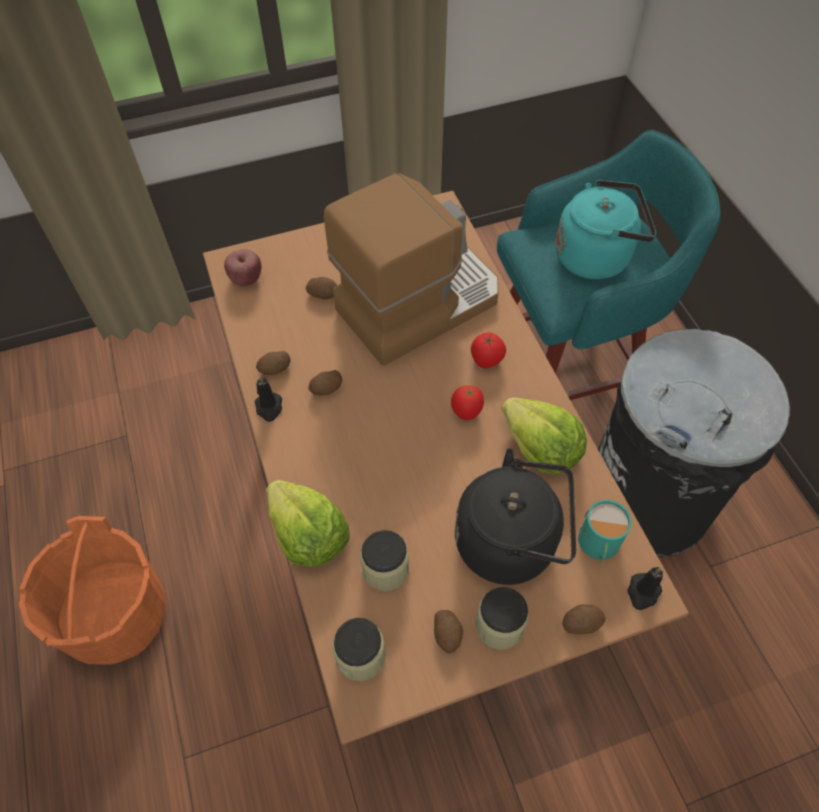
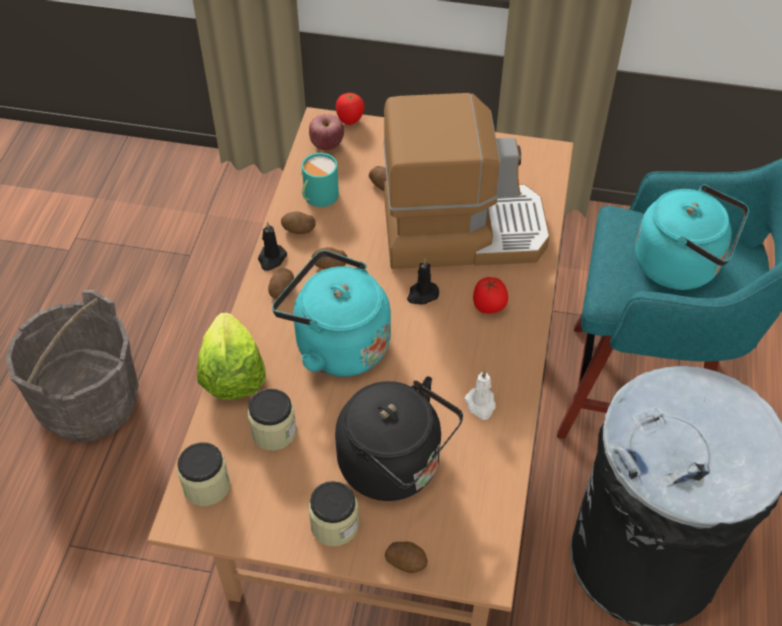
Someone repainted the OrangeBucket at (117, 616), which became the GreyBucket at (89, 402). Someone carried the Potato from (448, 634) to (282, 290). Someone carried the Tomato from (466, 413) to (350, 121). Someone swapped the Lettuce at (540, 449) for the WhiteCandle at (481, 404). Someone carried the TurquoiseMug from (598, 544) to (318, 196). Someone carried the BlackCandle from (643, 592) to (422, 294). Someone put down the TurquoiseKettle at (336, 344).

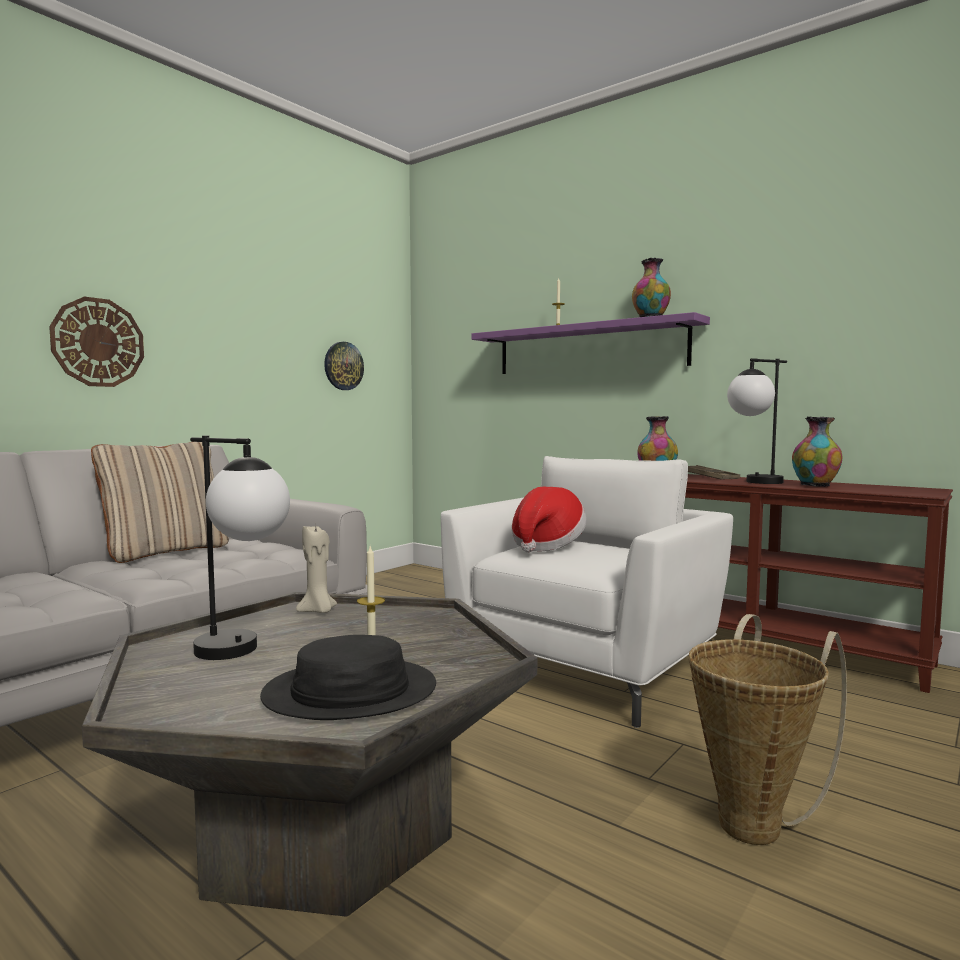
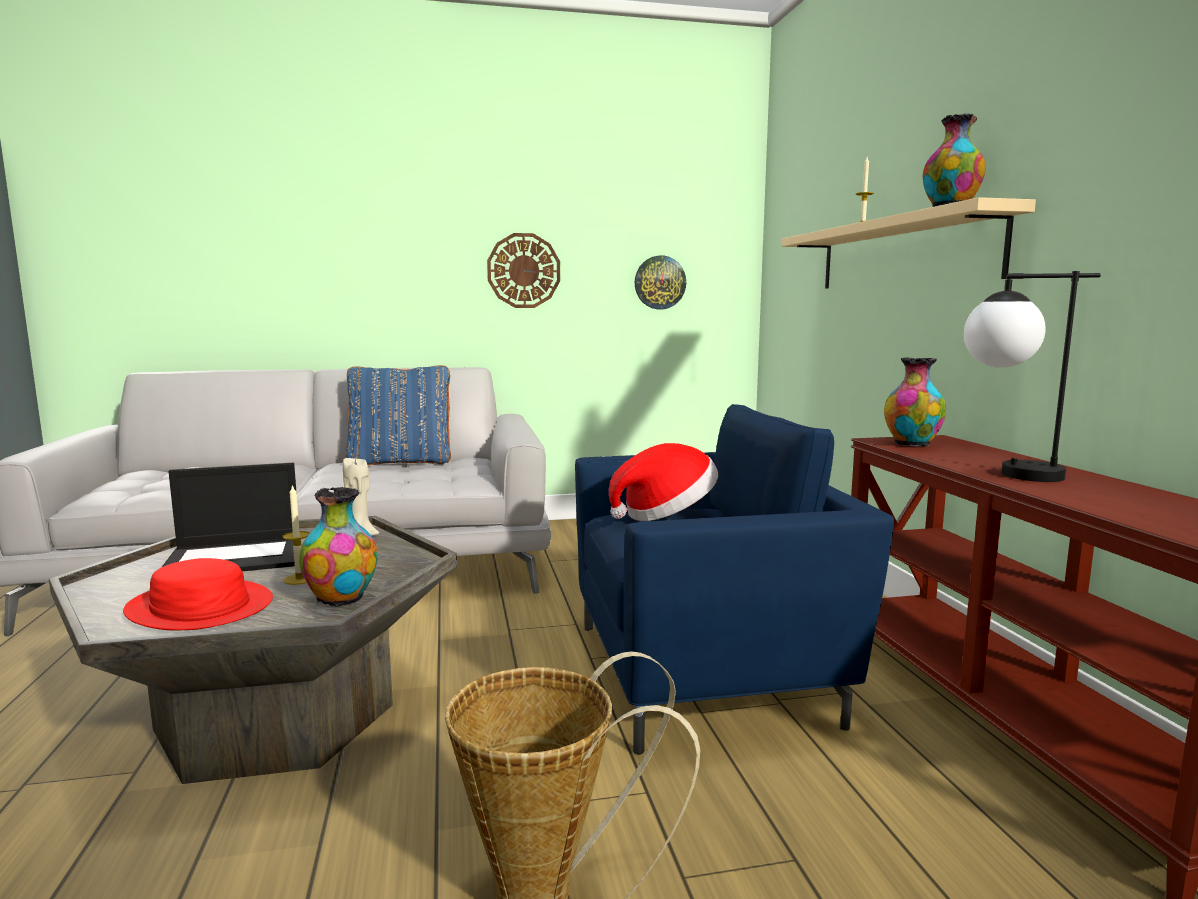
Someone carried the WallClock from (98, 342) to (523, 271). Someone repainted the BeigePillow at (165, 552), which became the BluePillow at (401, 462). Someone swapped the TableLamp at (242, 654) for the Laptop at (236, 558). Someone repainted the BlackHat at (350, 692), which became the RedHat at (199, 607). Someone repainted the WhiteArmchair at (584, 669), which became the BlueArmchair at (706, 673). Someone repainted the PurpleShelf at (588, 349), which became the BeigeShelf at (902, 254). Someone took away the BrownTray at (709, 477). Someone carried the Vase from (815, 486) to (342, 599).

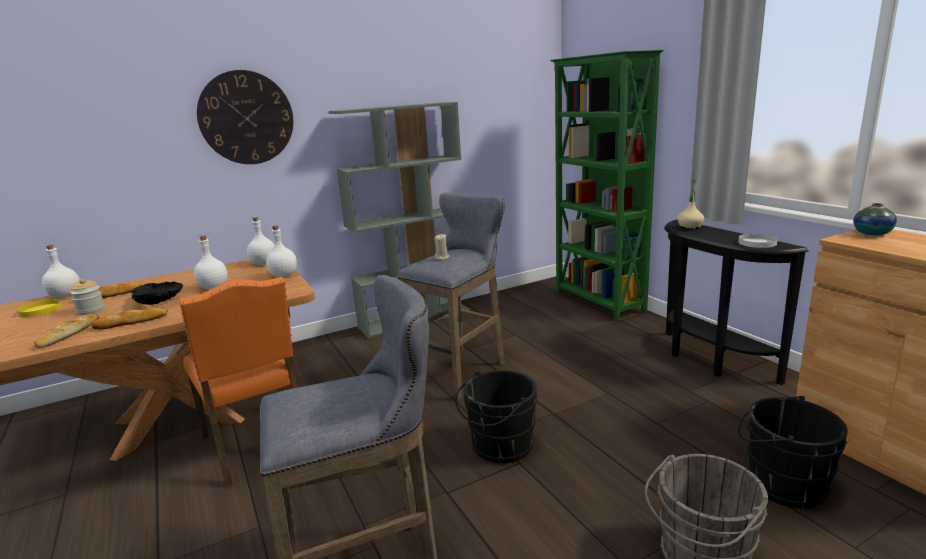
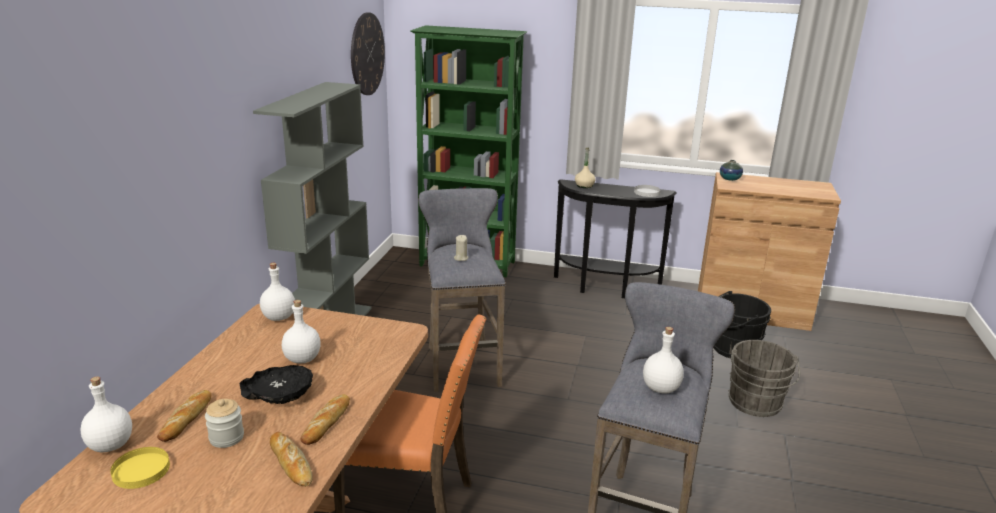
Someone carried the WallClock from (246, 118) to (367, 54). Someone carried the WhiteBottle from (283, 275) to (660, 388). Someone took away the BlackBucket at (499, 446).

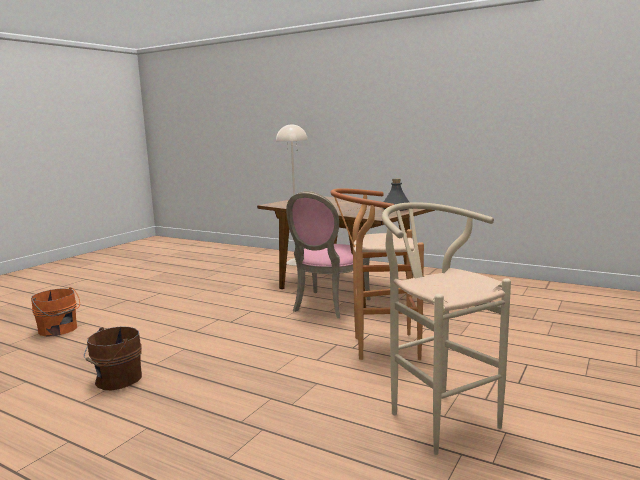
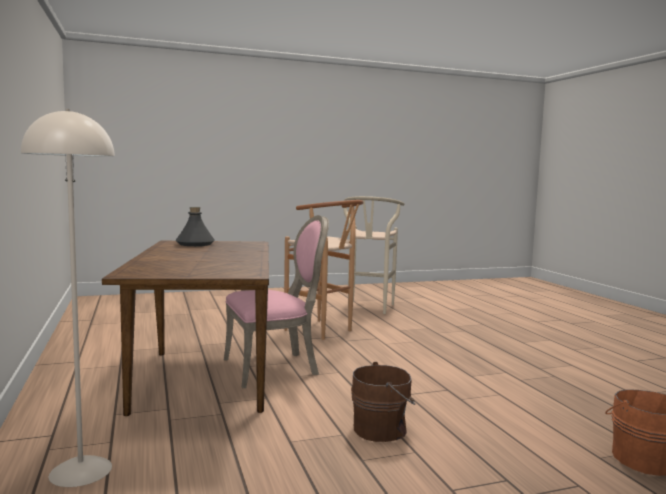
Someone carried the BrownBucket from (116, 380) to (382, 429).

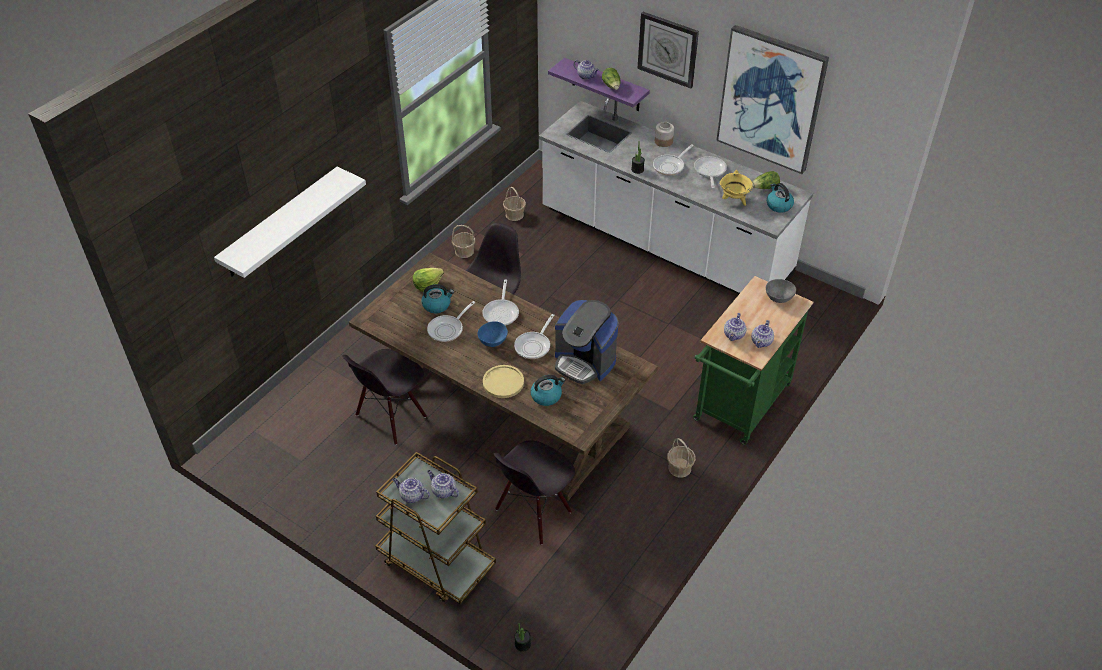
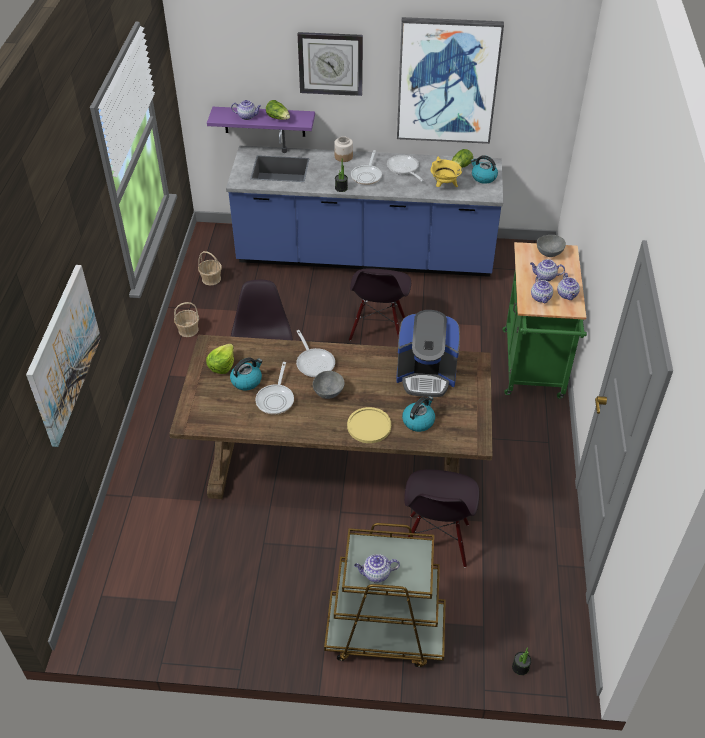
Someone swapped the WhiteShelf at (281, 222) for the Picture at (63, 354). Someone carried the BlackChair from (391, 417) to (378, 330). Someone carried the Teapot from (443, 491) to (545, 277). Someone repainted the BlueBowl at (493, 341), which became the GreyBowl at (329, 392). Someone took away the FryingPan at (534, 345). Someone repainted the WhiteCounter at (664, 244), which became the BlueCounter at (365, 256). Someone took away the Basket at (679, 468).

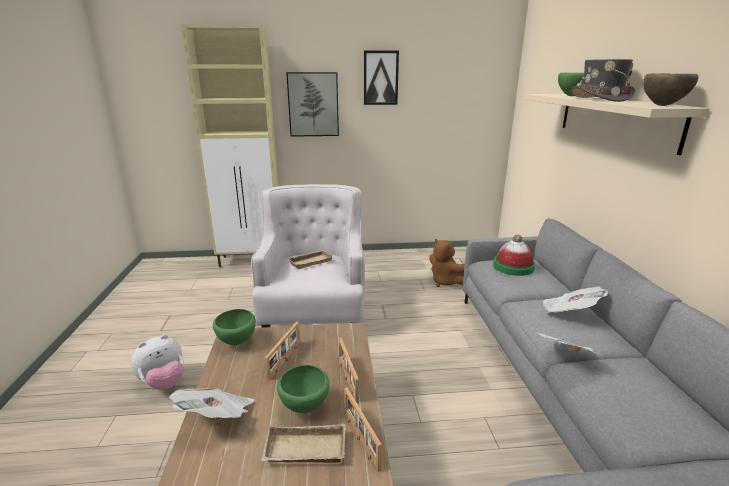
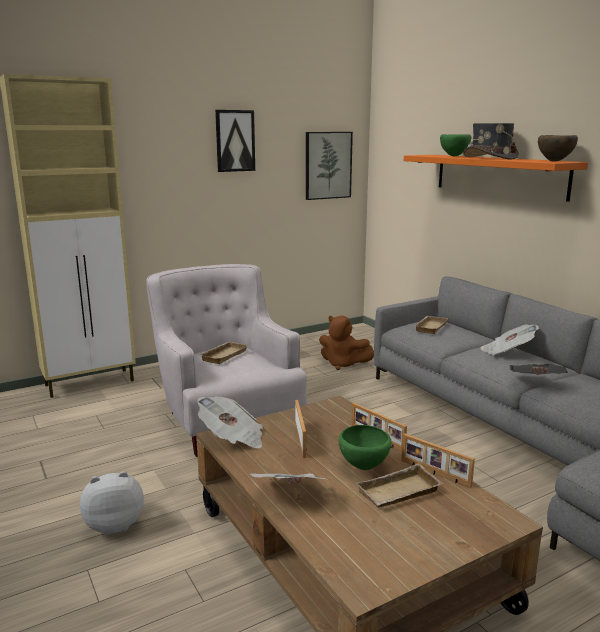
Someone rotated the PlushToy at (163, 383) by 135 degrees counterclockwise. Someone swapped the GreenBowl at (237, 342) for the Newspaper at (232, 438). Someone carried the Picture from (313, 104) to (327, 165). Someone swapped the Hat at (513, 267) for the BeigeTray at (429, 327). Someone repainted the BeigeShelf at (615, 119), which became the OrangeShelf at (498, 175).

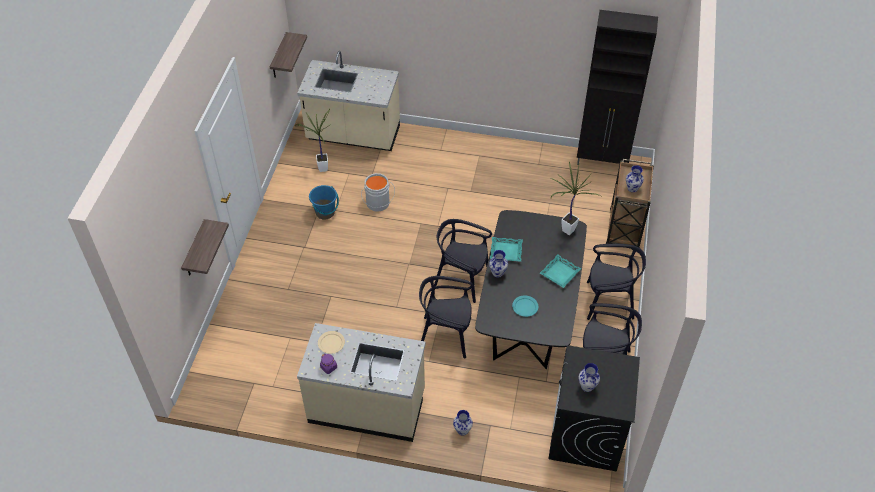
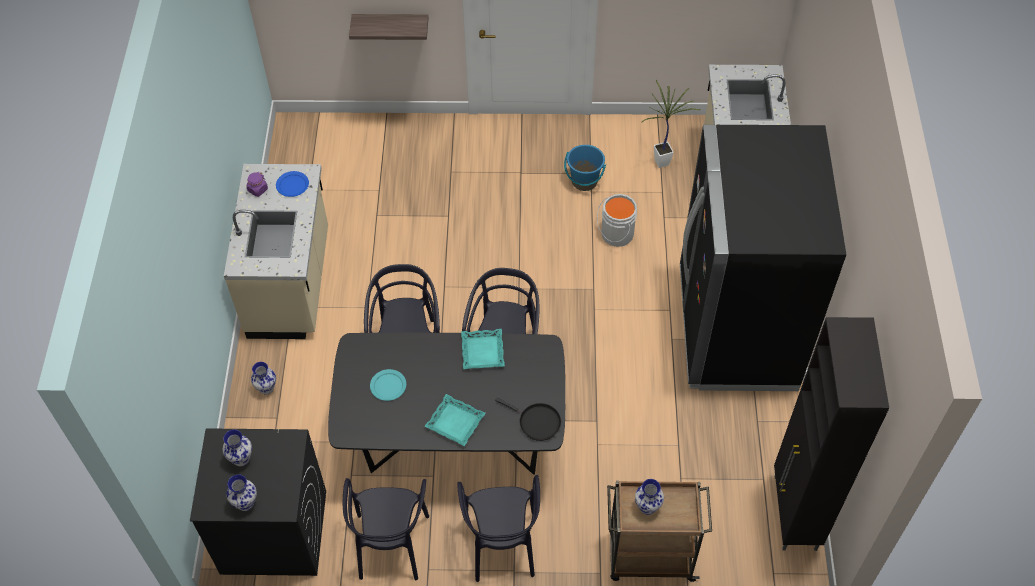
Someone took away the Shelf at (279, 57). Someone repainted the BeigePlate at (331, 343), which became the BluePlate at (292, 185). Someone carried the Vase from (497, 273) to (246, 503). Someone swapped the PottedPlant at (565, 231) for the BlackFryingPan at (537, 422). Someone put down the BlackFridge at (735, 329).

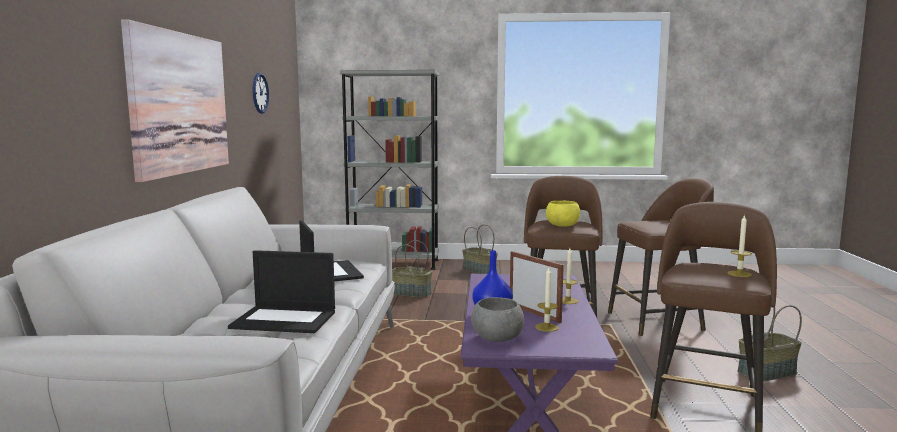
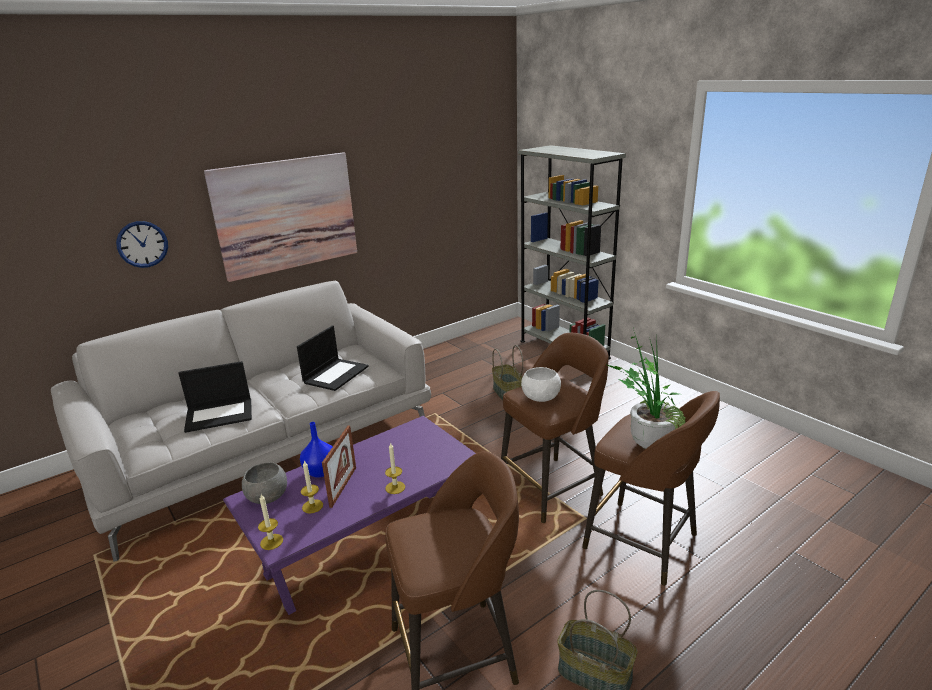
Someone rotated the Laptop at (285, 320) by 75 degrees counterclockwise. Someone carried the WallClock from (260, 93) to (142, 244). Someone took away the Basket at (480, 271). Someone repainted the YellowBowl at (562, 225), which became the WhiteBowl at (541, 397). Someone carried the Candle from (739, 274) to (271, 542). Someone put down the PottedPlant at (646, 440).

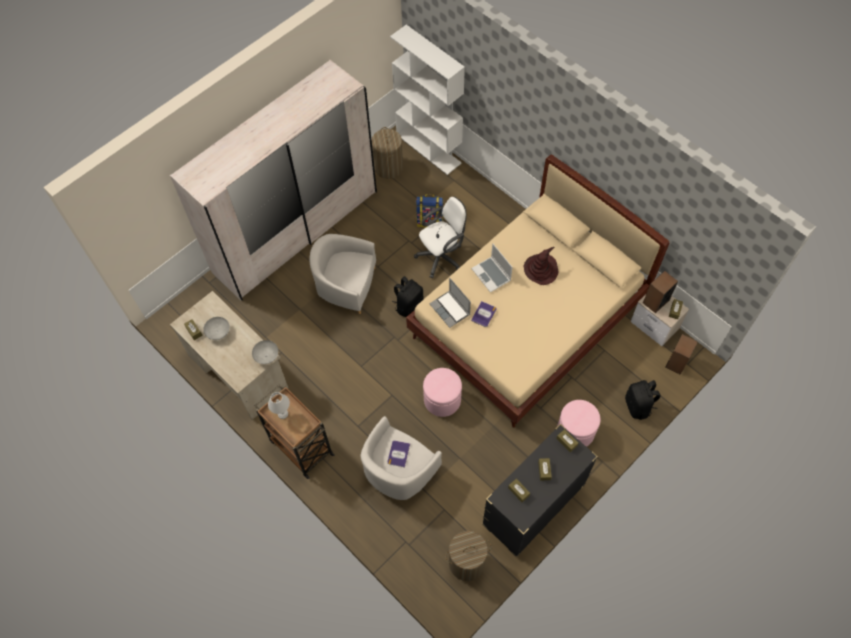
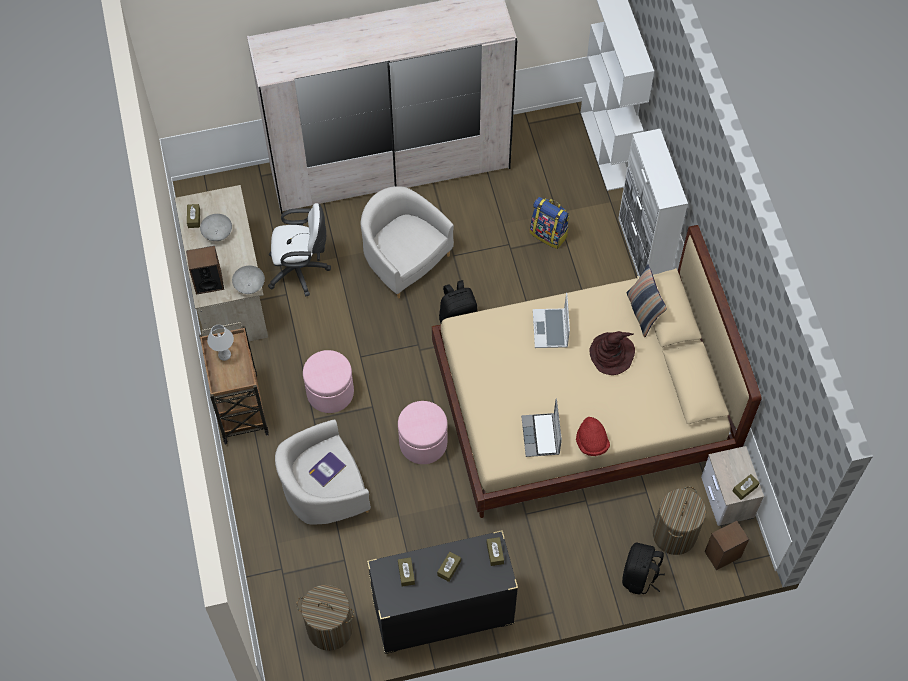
Someone carried the LaundryBasket from (388, 167) to (674, 534). Someone carried the WhiteOfficeChair from (442, 256) to (301, 270). Someone carried the Laptop from (450, 309) to (541, 436). Someone took away the Book at (484, 314). Someone carried the PinkOttoman from (575, 431) to (330, 392). Someone carried the Speaker from (655, 301) to (208, 282). Someone put down the RedHat at (591, 442). Someone put down the WhiteCabinet at (643, 251). Someone put down the Pillow at (643, 313).

